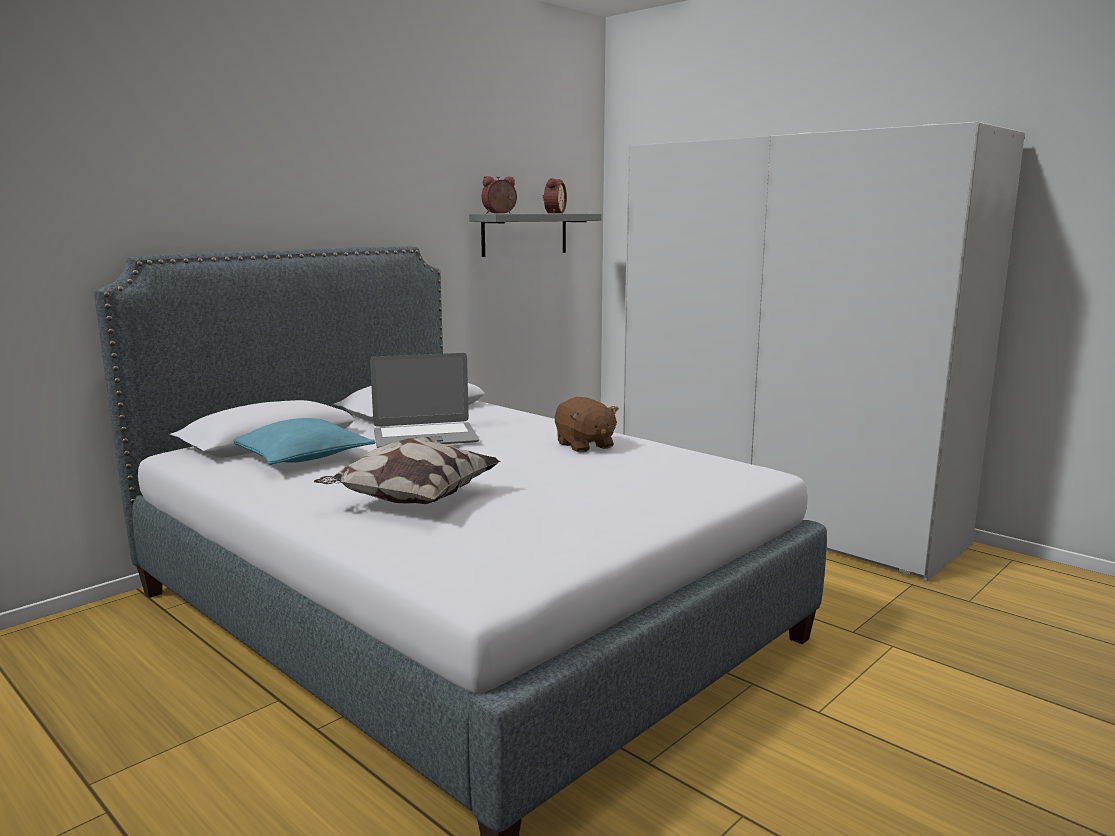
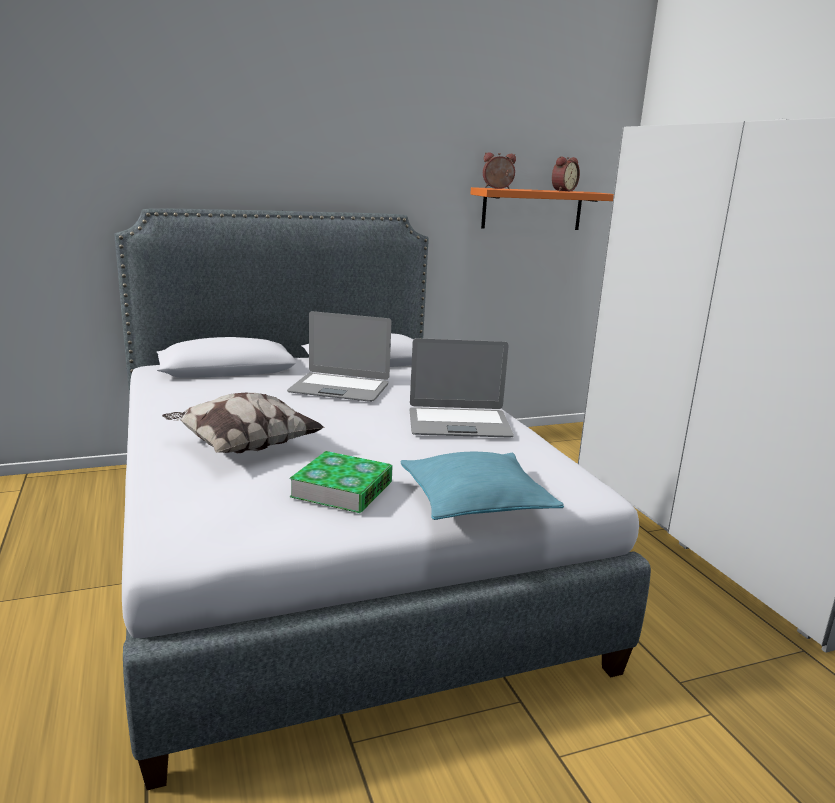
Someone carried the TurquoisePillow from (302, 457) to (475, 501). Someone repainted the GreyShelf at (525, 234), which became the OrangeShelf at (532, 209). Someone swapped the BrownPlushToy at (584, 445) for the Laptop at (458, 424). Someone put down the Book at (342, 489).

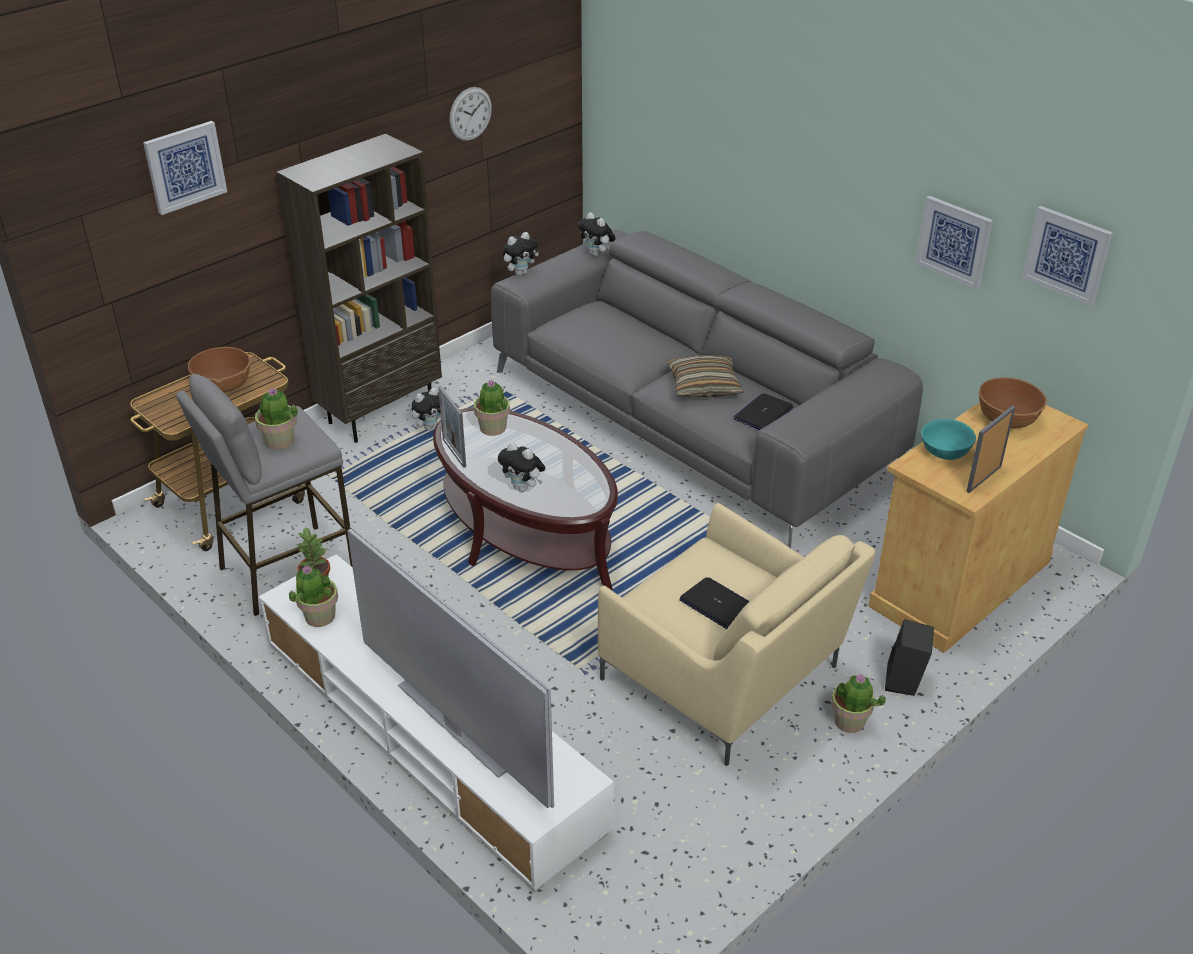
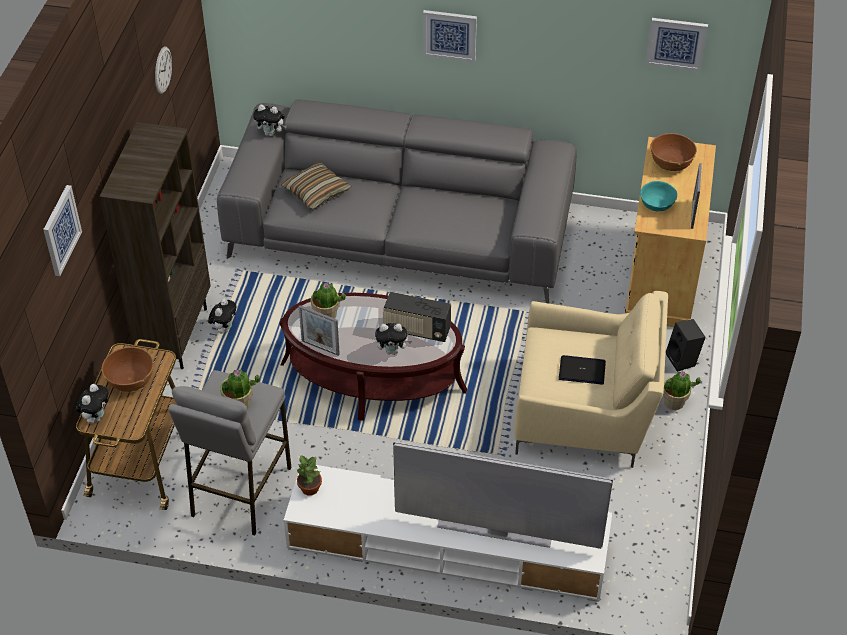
Someone took away the PottedPlant at (319, 616). Someone carried the PlushToy from (520, 273) to (96, 417). Someone carried the Pillow from (703, 386) to (316, 192). Someone took away the Laptop at (763, 413). Someone carried the Picture from (954, 241) to (449, 35). Someone put down the Radio at (416, 330).

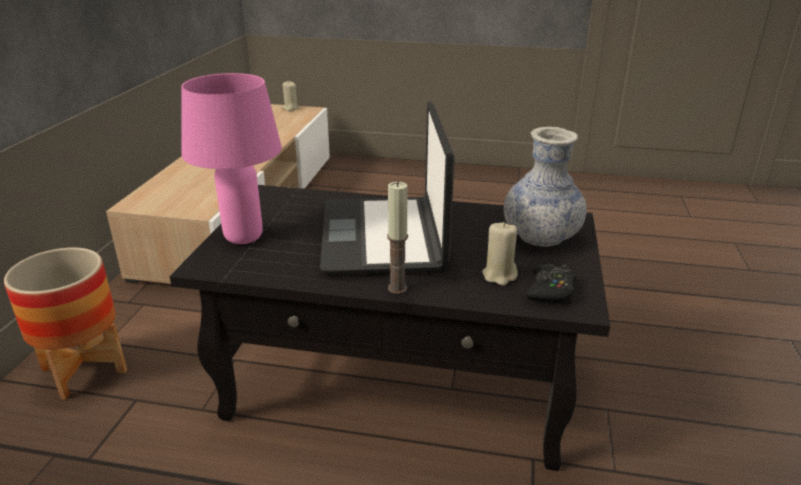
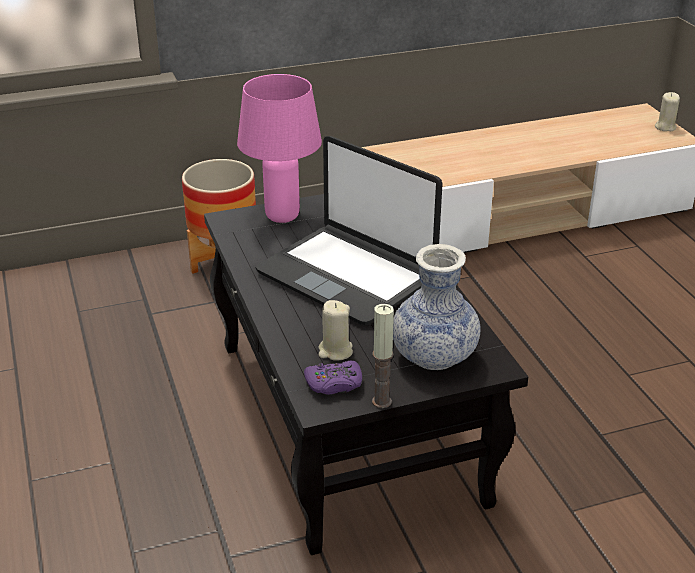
Someone rotated the Laptop at (384, 236) by 105 degrees counterclockwise. Someone carried the Candle from (397, 288) to (381, 401). Someone repainted the BlackGameController at (550, 290), which became the PurpleGameController at (334, 384).

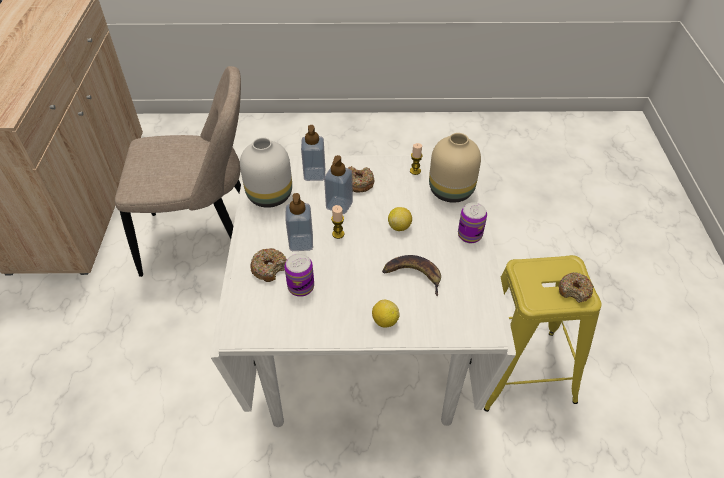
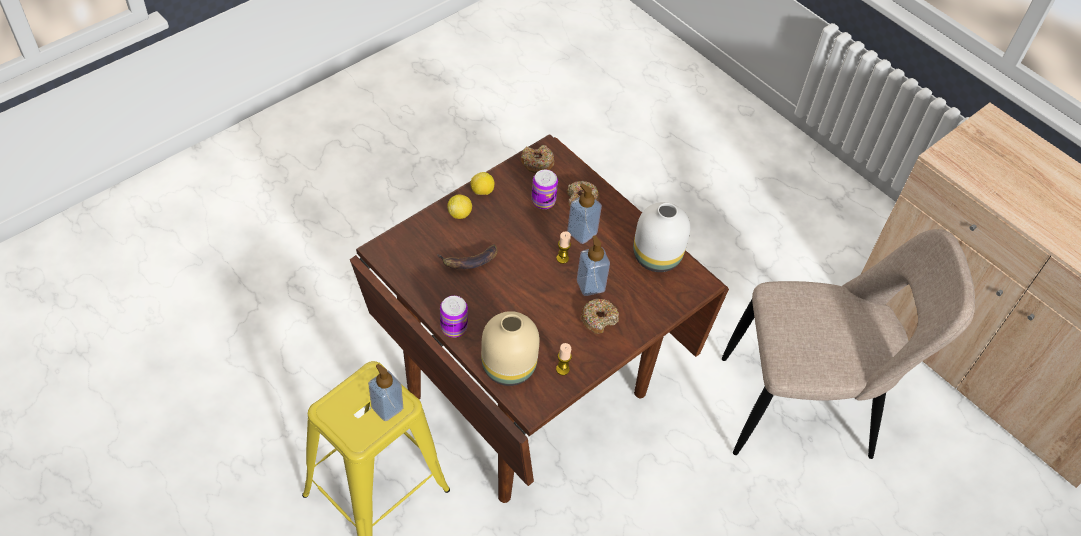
Someone rotated the BeigeChair at (206, 241) by 135 degrees counterclockwise. Someone repainted the WhiteDiningTable at (362, 365), which became the BrownDiningTable at (526, 393). Someone carried the SoapDispenser from (314, 174) to (387, 408). Someone carried the Lemon from (399, 227) to (482, 191). Someone carried the Donut from (574, 291) to (537, 163).

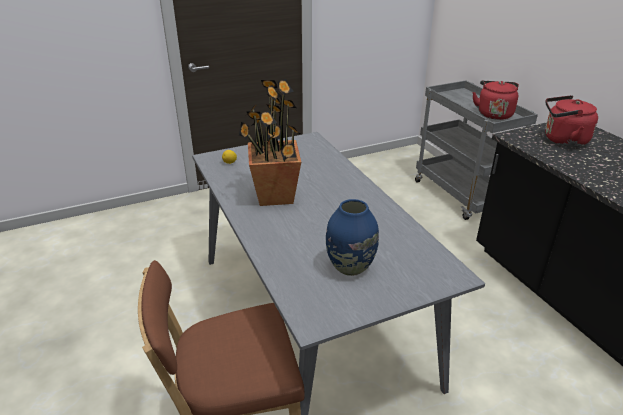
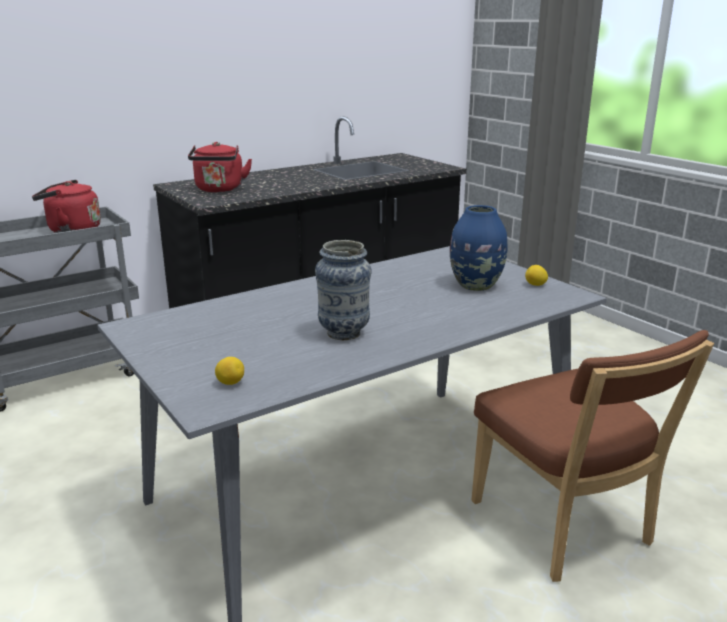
Someone swapped the PottedPlant at (274, 196) for the Vase at (344, 333). Someone put down the Lemon at (535, 285).

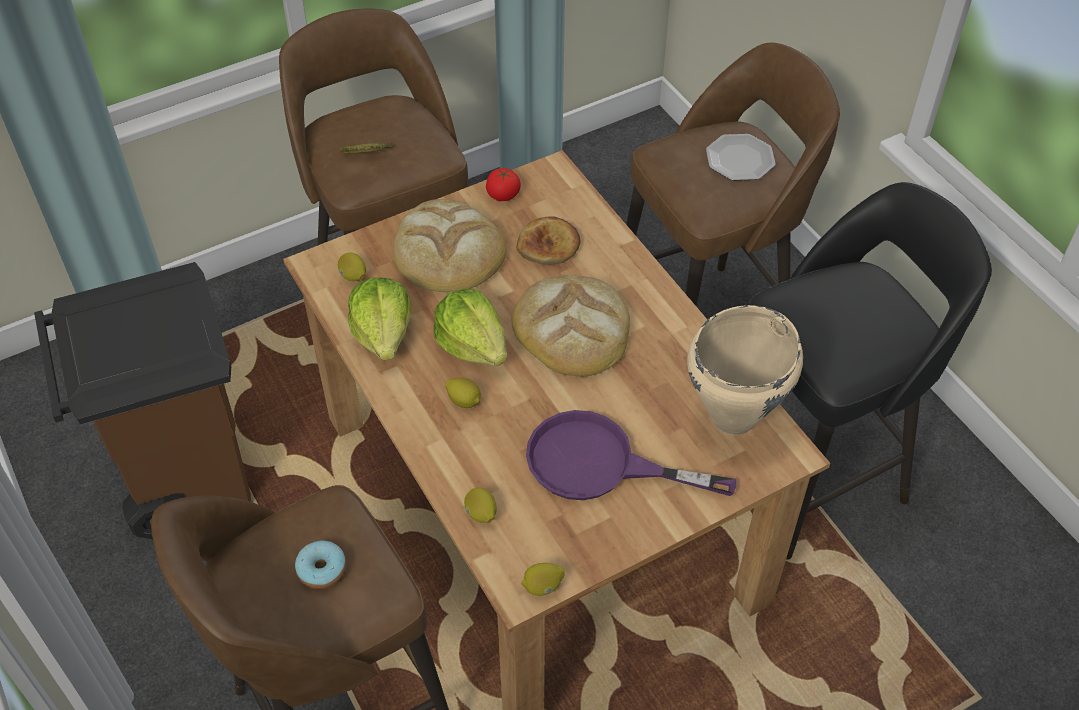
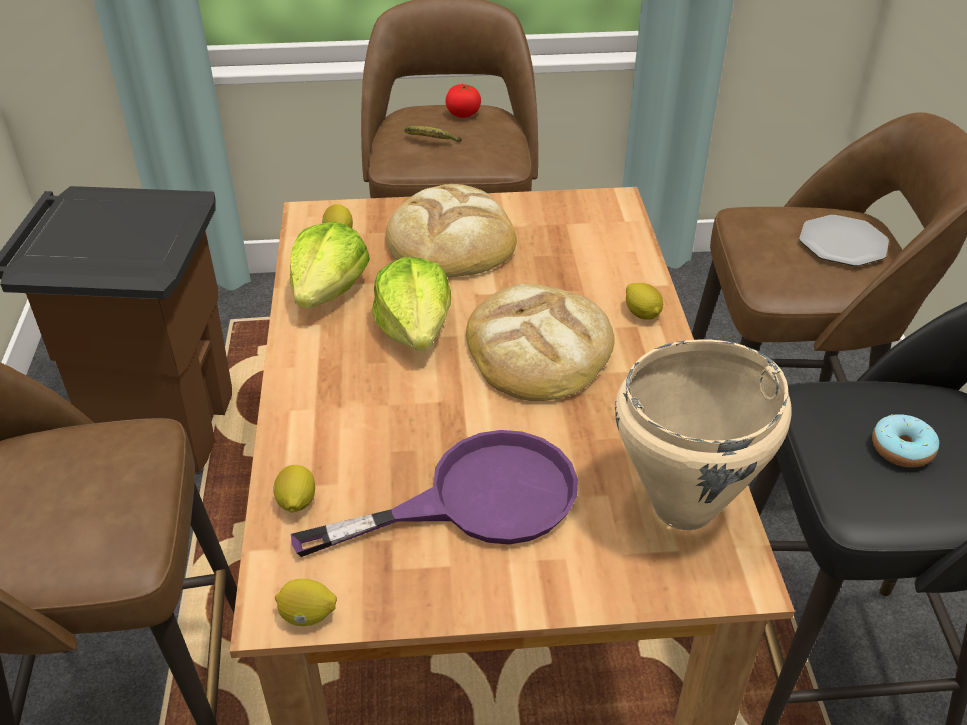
Someone carried the Donut from (321, 569) to (901, 449). Someone carried the Lemon from (464, 401) to (642, 314). Someone carried the Tomato from (503, 195) to (463, 114). Someone took away the Bread at (549, 244). Someone rotated the PurpleFryingPan at (600, 464) by 120 degrees clockwise.

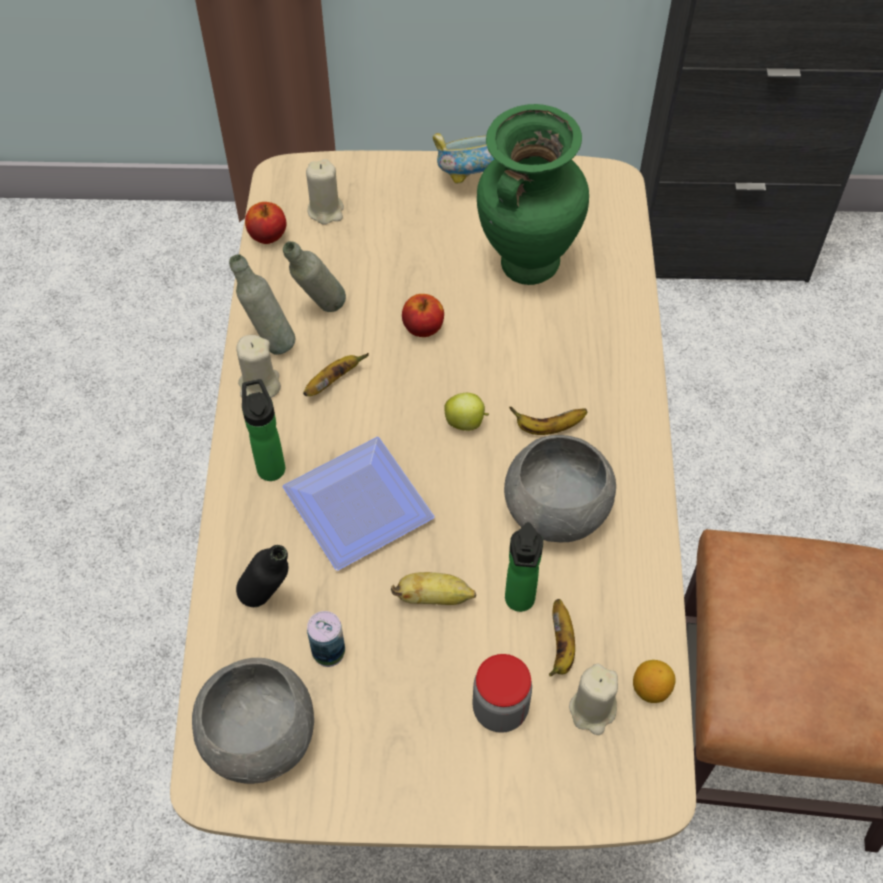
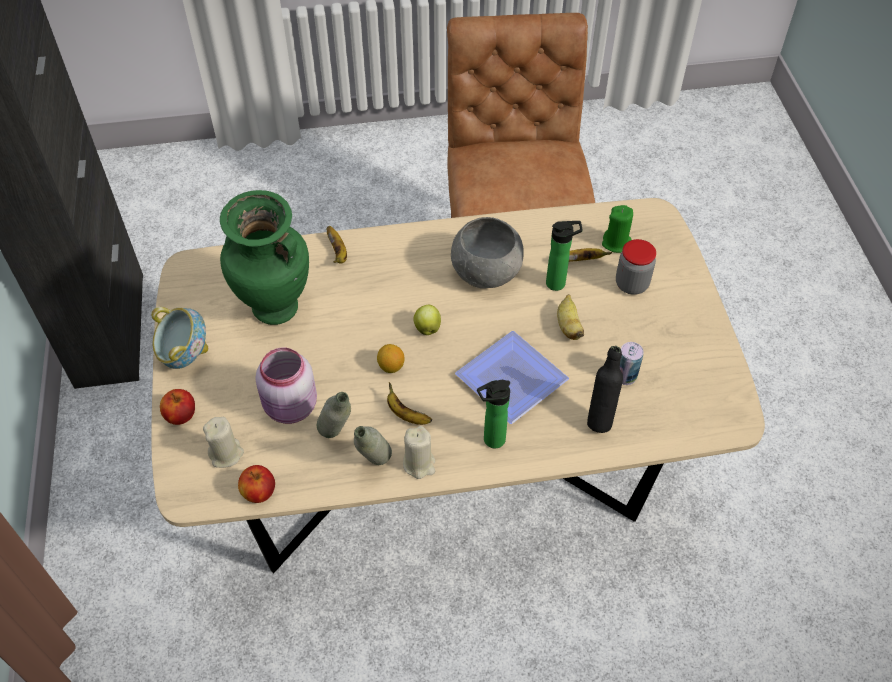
Someone took away the GreyBowl at (260, 735). Someone carried the Apple from (423, 328) to (181, 416). Someone carried the Banana from (548, 427) to (338, 252). Someone repainted the BeigeCandle at (592, 710), which became the GreenCandle at (616, 243). Someone carried the Lemon from (651, 688) to (391, 366). Someone put down the PinkJar at (290, 408).

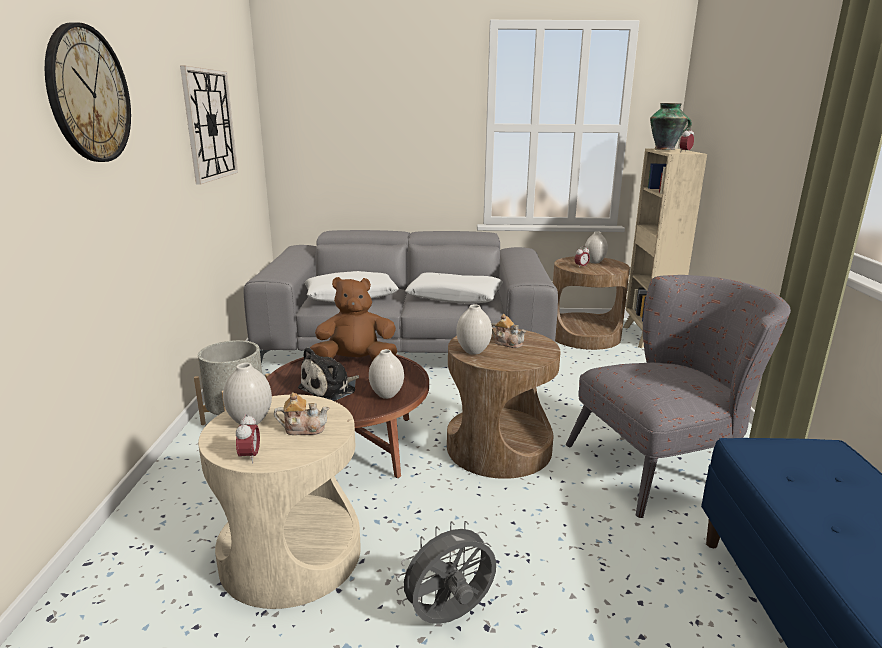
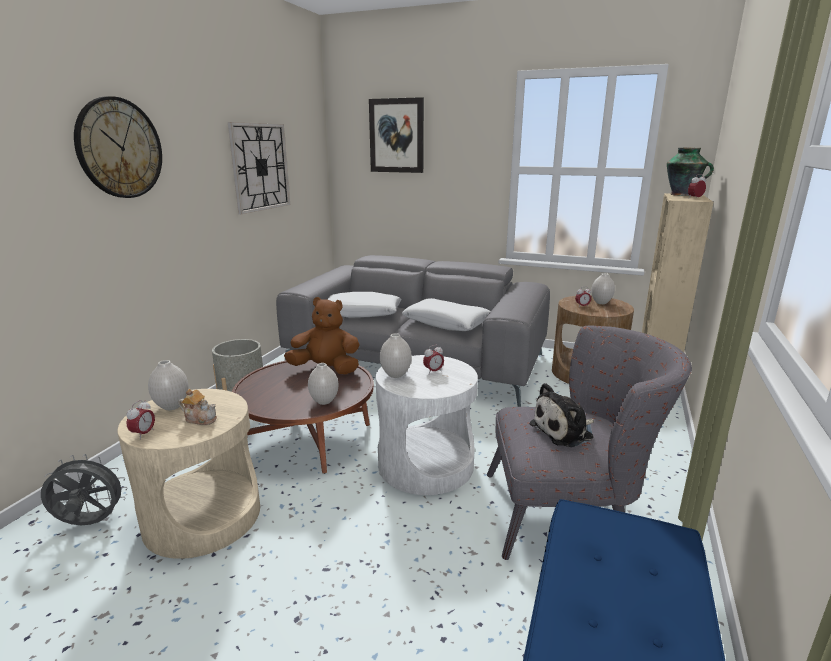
Someone carried the PlushToy from (330, 389) to (564, 431). Someone carried the GreyFan from (450, 617) to (89, 524). Someone repainted the BrownSideTable at (498, 447), which became the WhiteSideTable at (425, 464). Someone swapped the Teapot at (507, 343) for the AlarmClock at (433, 371). Someone put up the Picture at (396, 136).

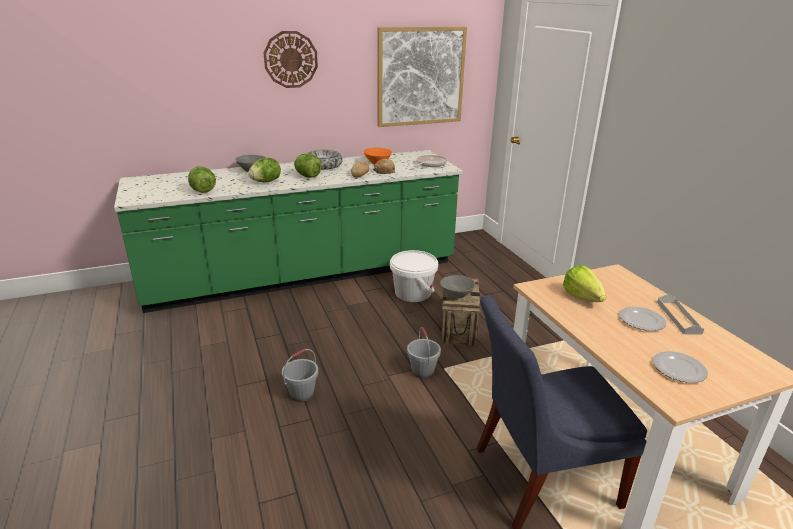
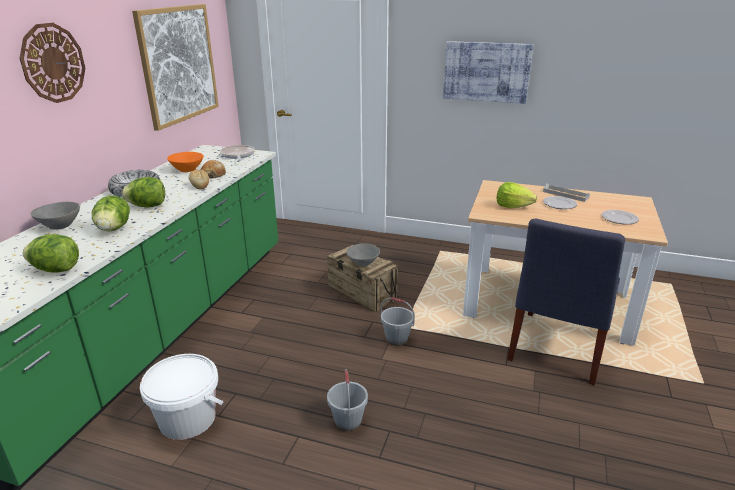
Someone carried the WhiteBucket from (413, 293) to (187, 419). Someone put up the Picture at (486, 72).

